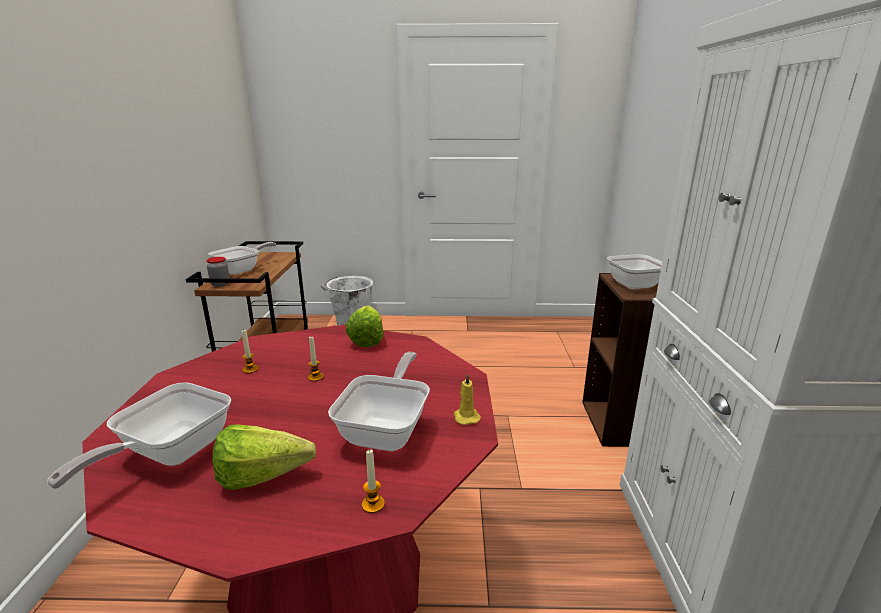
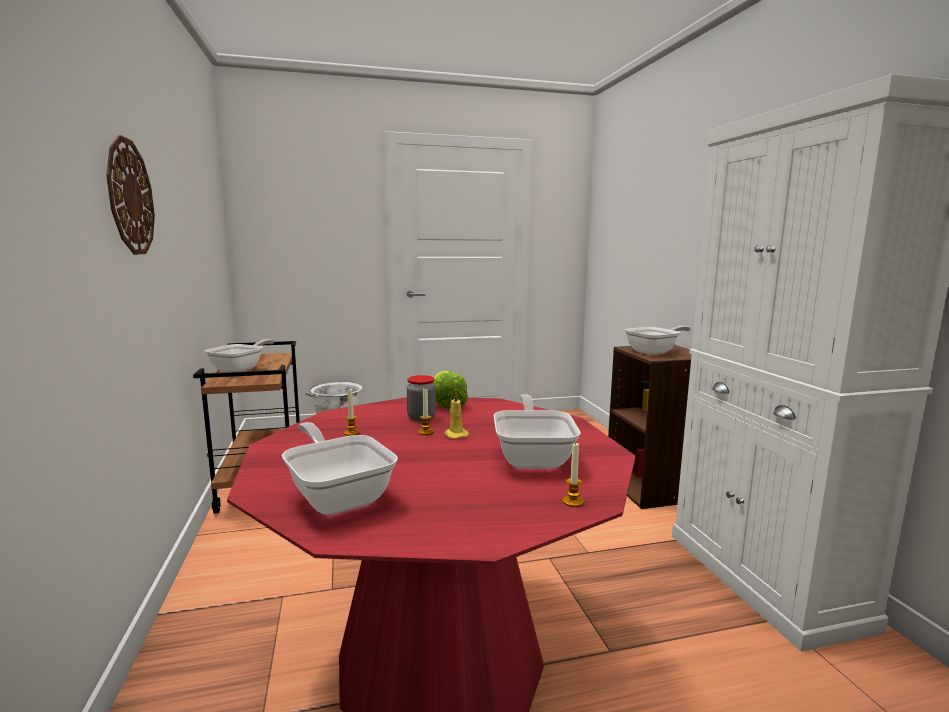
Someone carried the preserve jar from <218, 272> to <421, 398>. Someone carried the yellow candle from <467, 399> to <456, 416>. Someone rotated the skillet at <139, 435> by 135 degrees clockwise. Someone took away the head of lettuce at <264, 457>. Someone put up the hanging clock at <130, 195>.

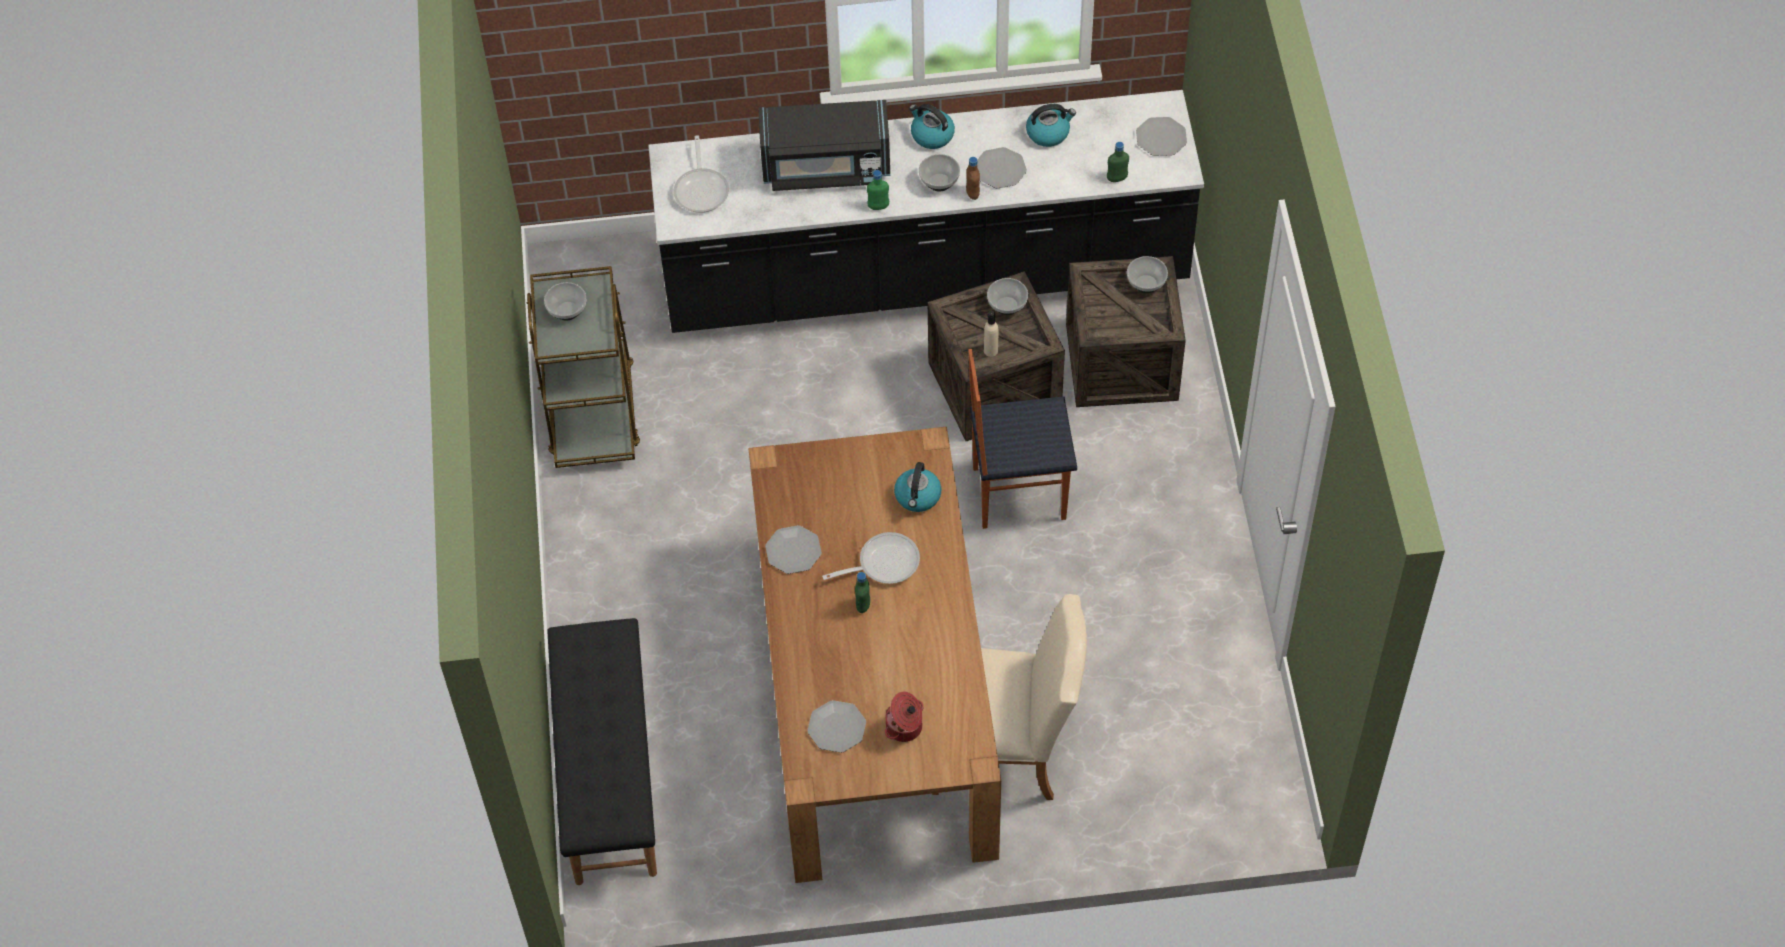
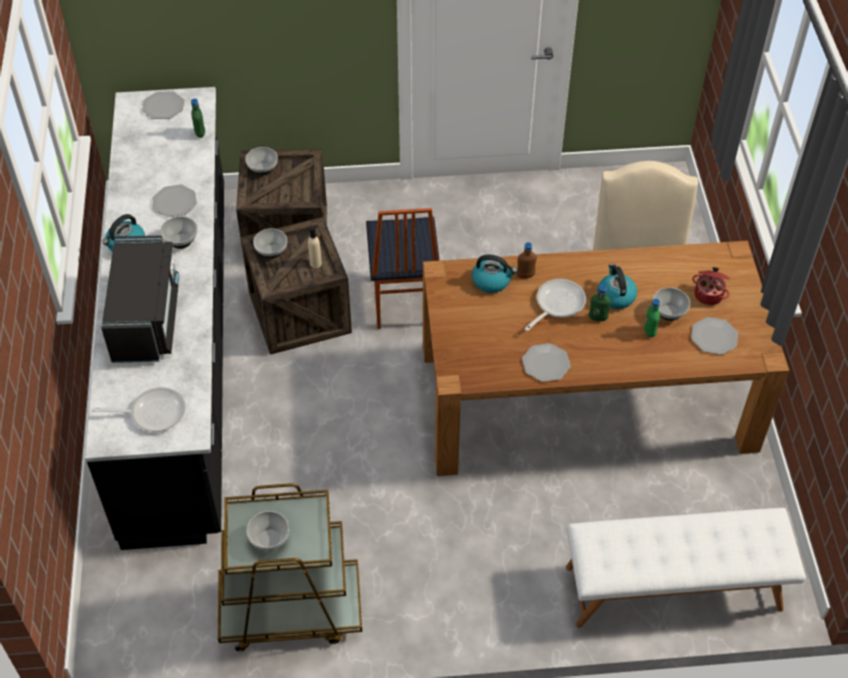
Someone carried the kettle from <1051, 125> to <617, 286>. Someone carried the brownish drink bottle from <973, 178> to <526, 260>. Someone carried the greenish drink bottle from <878, 190> to <652, 318>. Someone rotated the skillet at <871, 558> by 60 degrees clockwise. Someone repainted the blackish long seat at <602, 751>, which became the white long seat at <686, 568>. Someone put down the deep dish at <671, 304>.

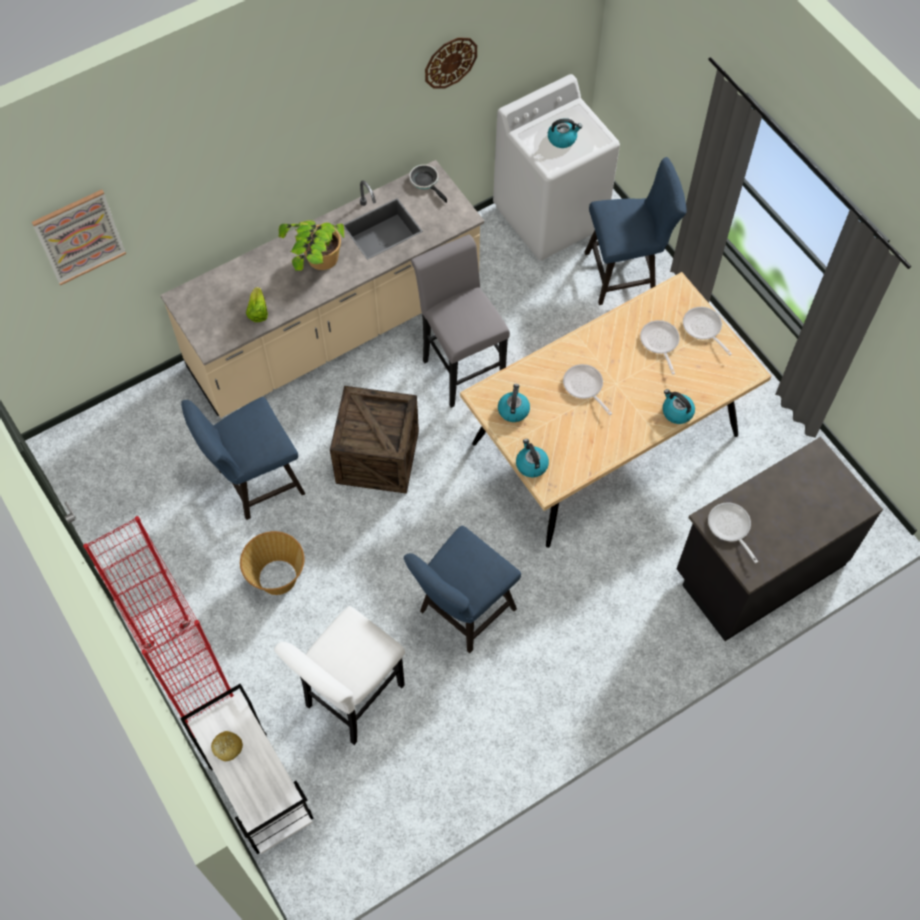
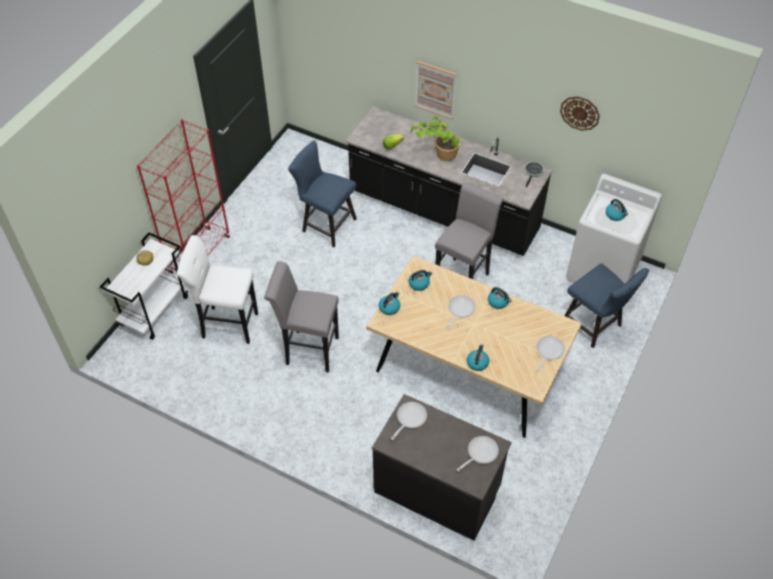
Someone repainted the sand-coloured counter at <322, 289>, which became the blackish counter at <449, 181>. Someone carried the wall picture from <79, 237> to <436, 90>. Someone carried the skillet from <660, 347> to <478, 453>. Someone took away the packing crate at <374, 440>. Someone swapped the blue-coloured upright chair at <462, 589> for the grey stool at <301, 317>. Someone took away the household basket at <272, 563>. Someone put down the kettle at <500, 298>.

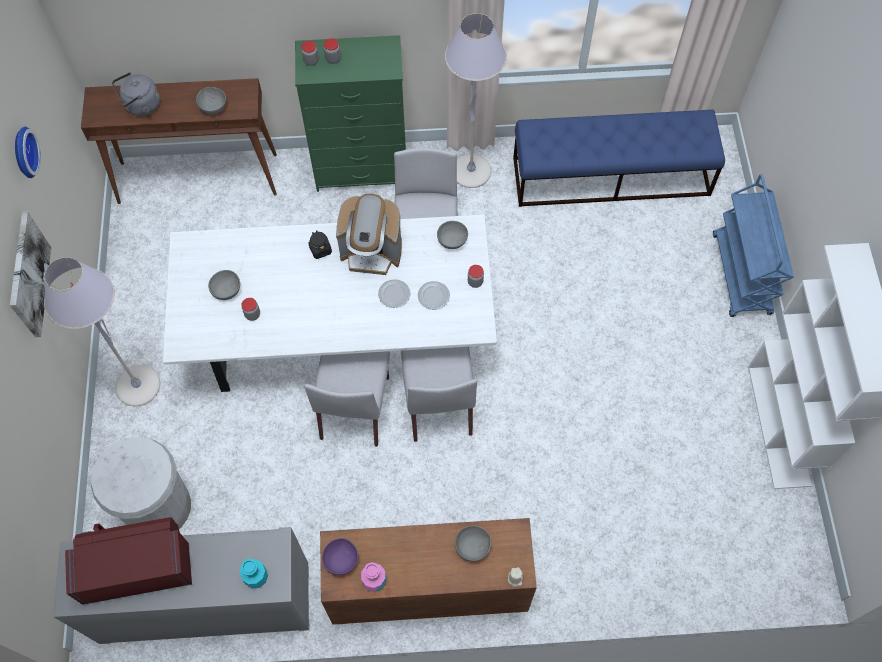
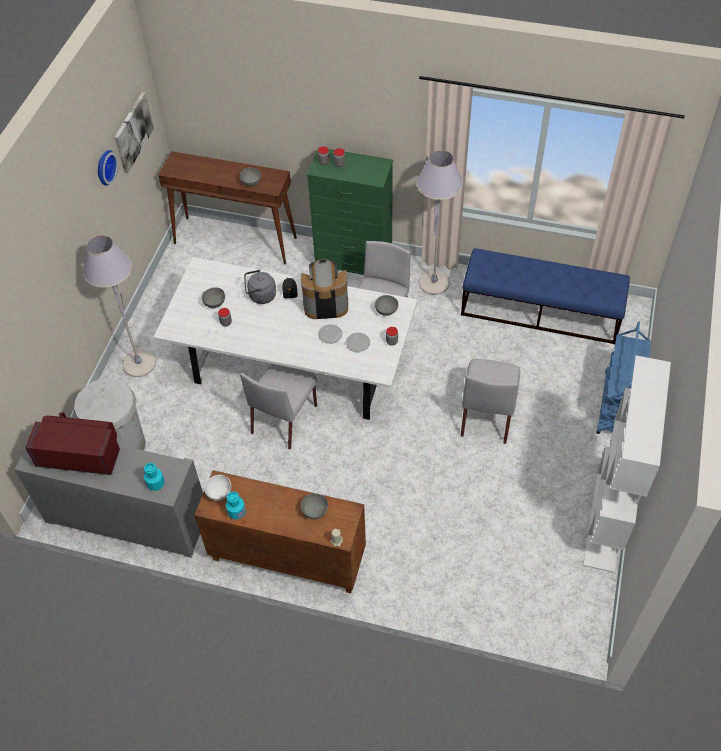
Someone carried the grey kettle from <136, 94> to <260, 287>. Someone rotated the coffee brewer at <369, 234> by 150 degrees clockwise. Someone carried the wall picture from <30, 274> to <134, 132>. Someone carried the grey upright chair from <439, 394> to <490, 401>. Someone repainted the purplish deep dish at <340, 556>, which became the white deep dish at <217, 488>. Someone repainted the pink-coloured drink bottle at <373, 577>, which became the blue-green drink bottle at <235, 505>.

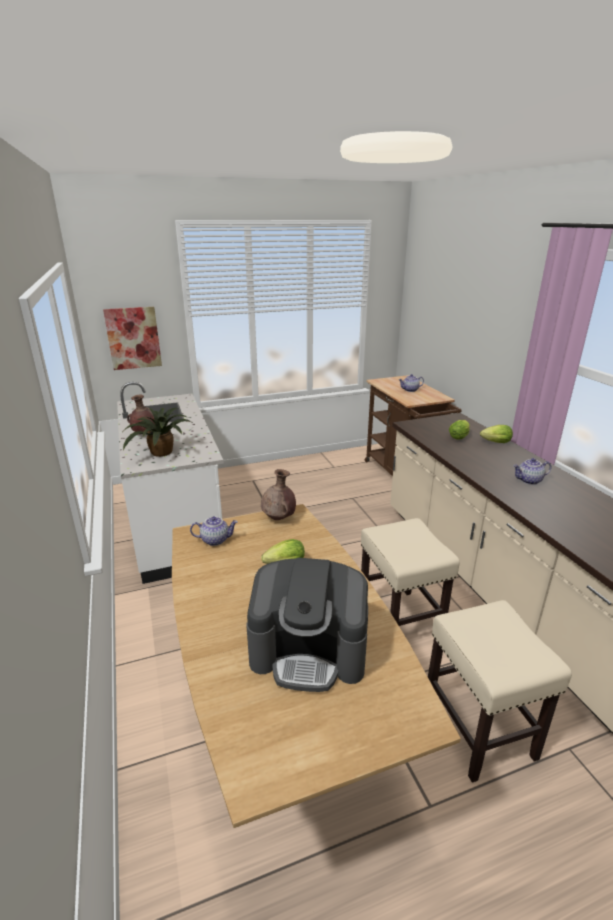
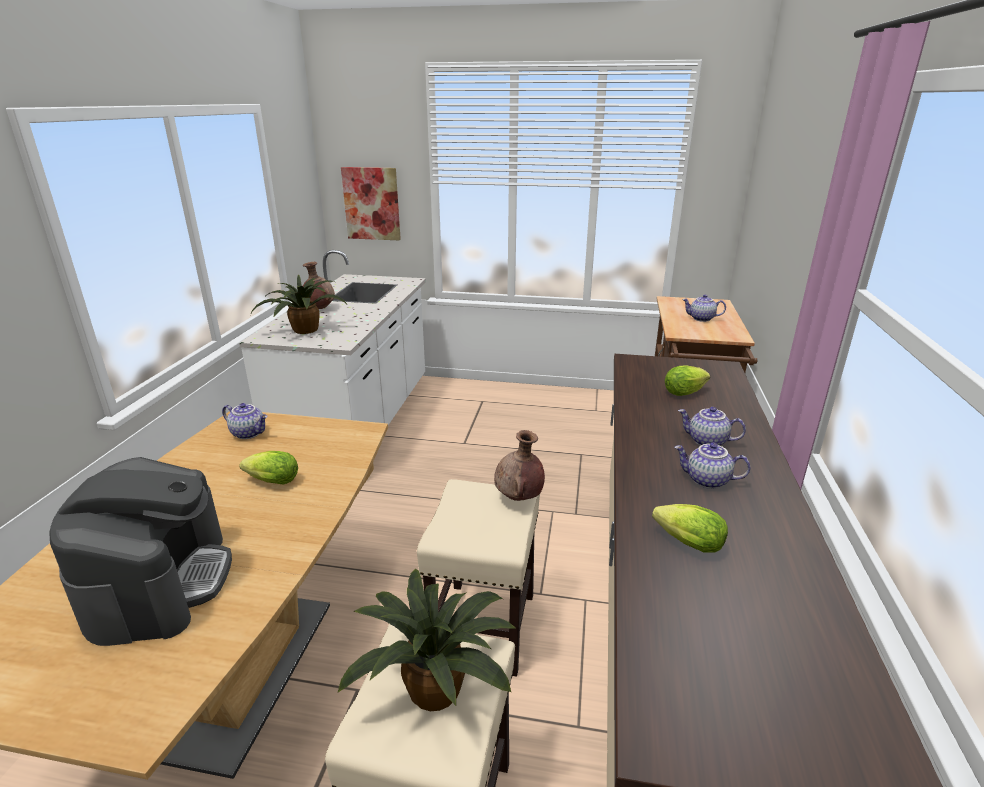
Someone carried the head of lettuce from <496, 434> to <690, 528>. Someone carried the brownish flower vase from <278, 494> to <519, 465>. Someone rotated the coffee brewer at <307, 625> by 135 degrees counterclockwise. Someone put down the pot for tea at <712, 426>. Someone put down the plant in a pot at <427, 640>.

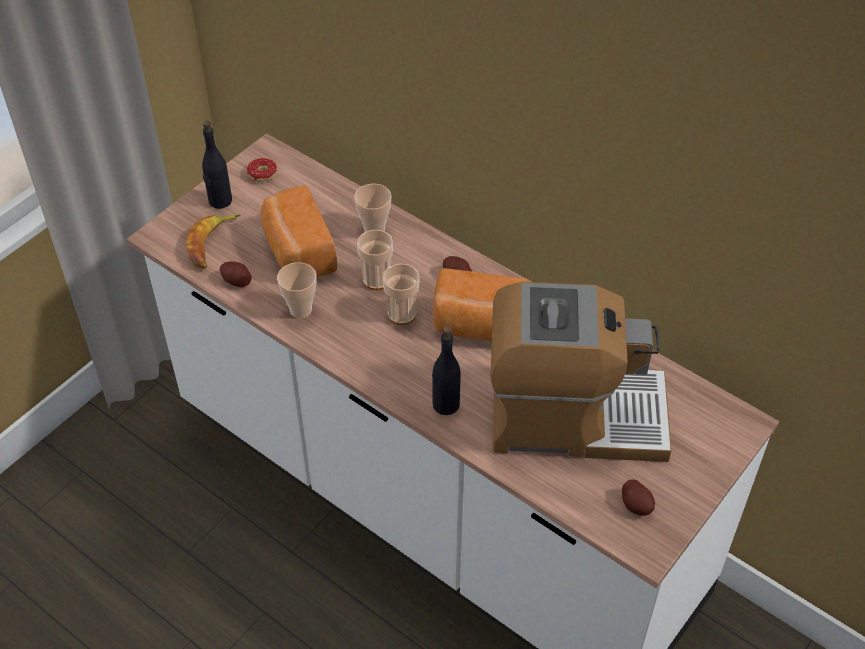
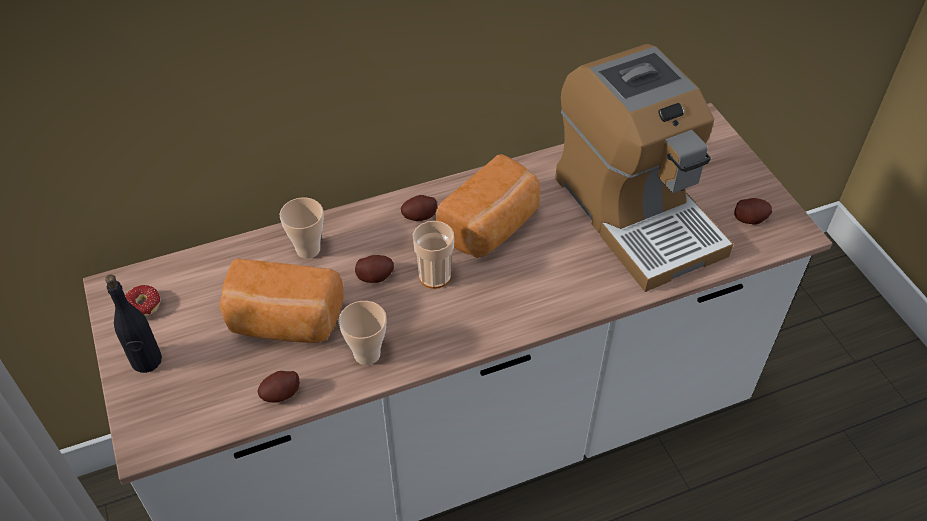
Someone took away the banana at <213, 241>. Someone swapped the cup at <375, 260> for the potato at <374, 269>. Someone rotated the coffee brewer at <581, 372> by 120 degrees clockwise. Someone took away the blackish drink bottle at <446, 371>.

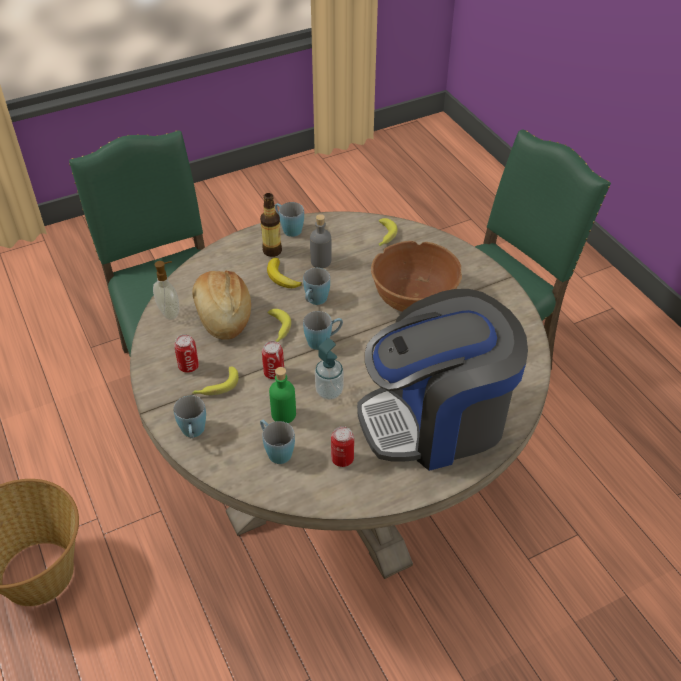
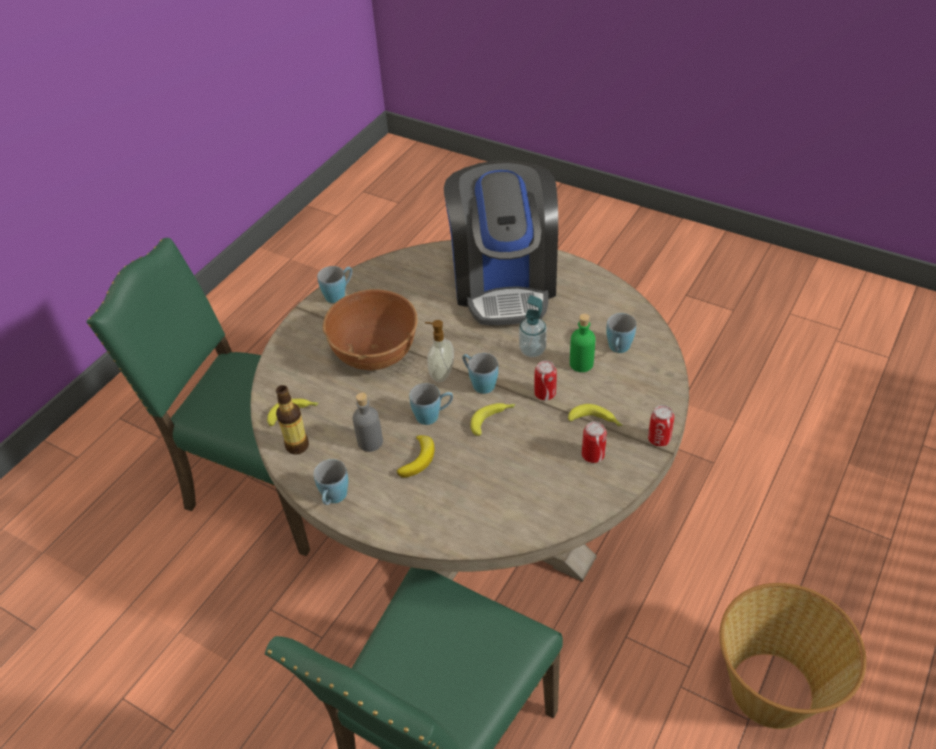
Someone carried the drink bottle from <271, 225> to <292, 420>. Someone carried the liquid soap bottle from <166, 290> to <439, 351>. Someone took away the bakery bread at <221, 305>. Someone rotated the coffee brewer at <442, 380> by 45 degrees clockwise. Someone carried the blue-coloured coffee mug from <189, 416> to <334, 284>. Someone carried the metal can from <342, 446> to <661, 425>.

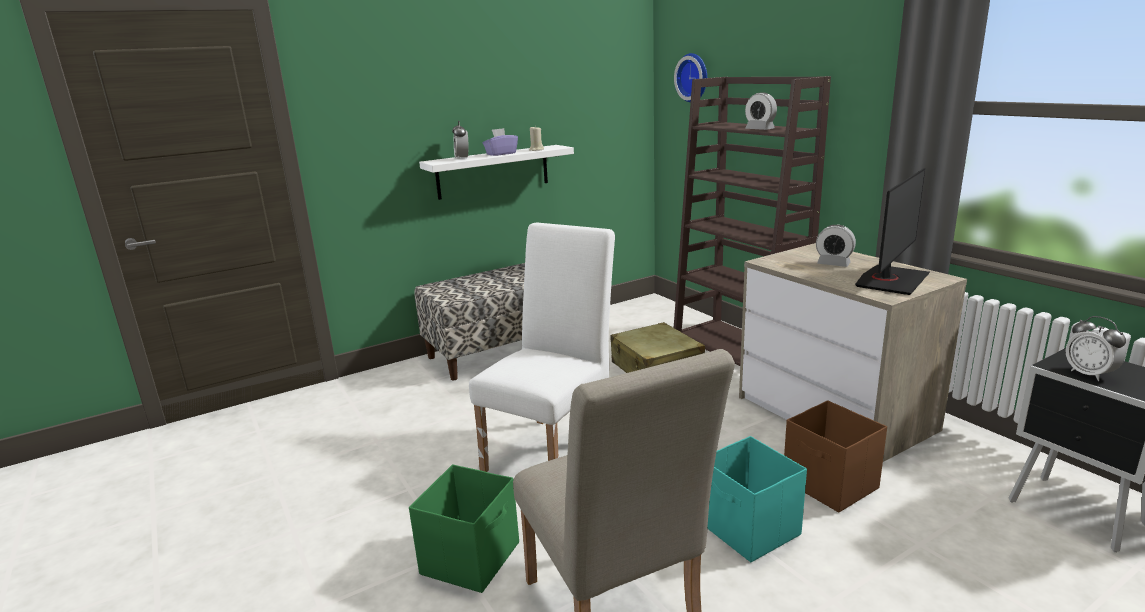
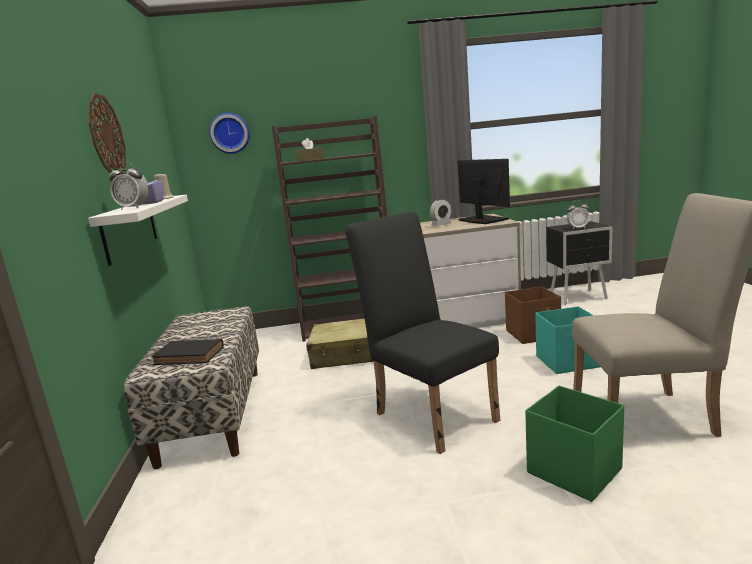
Someone took away the alarm clock at <761, 111>. Someone repainted the white upright chair at <542, 347>, which became the blackish upright chair at <422, 333>. Someone put up the hanging clock at <107, 133>. Someone put down the brownish box of tissues at <309, 149>. Someone put down the blackish book at <187, 352>.

